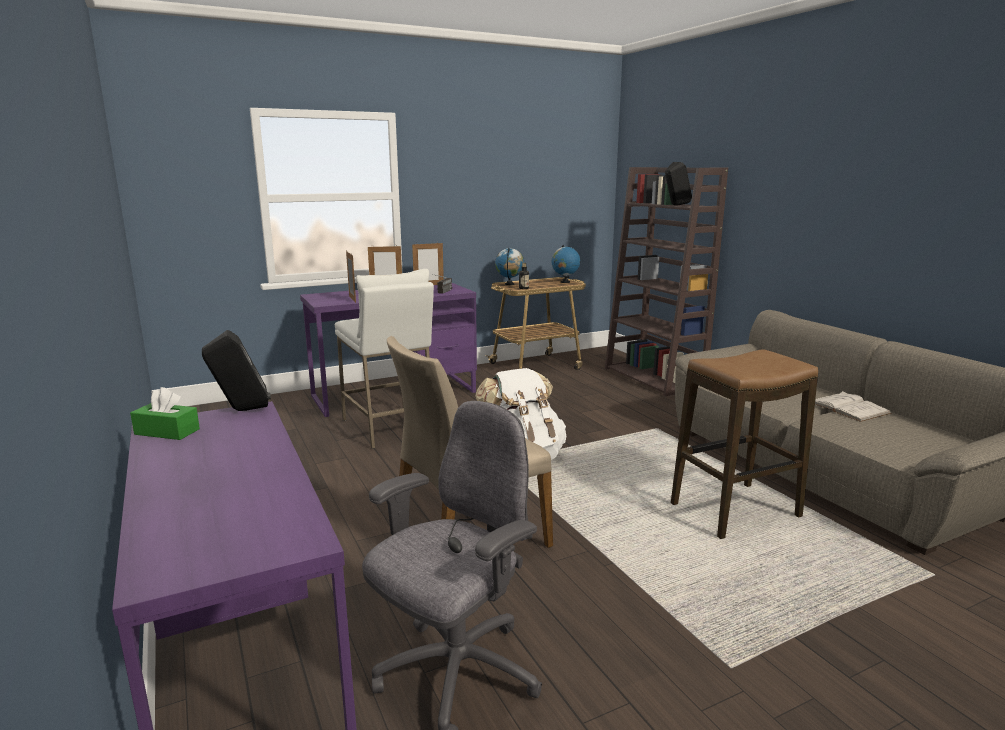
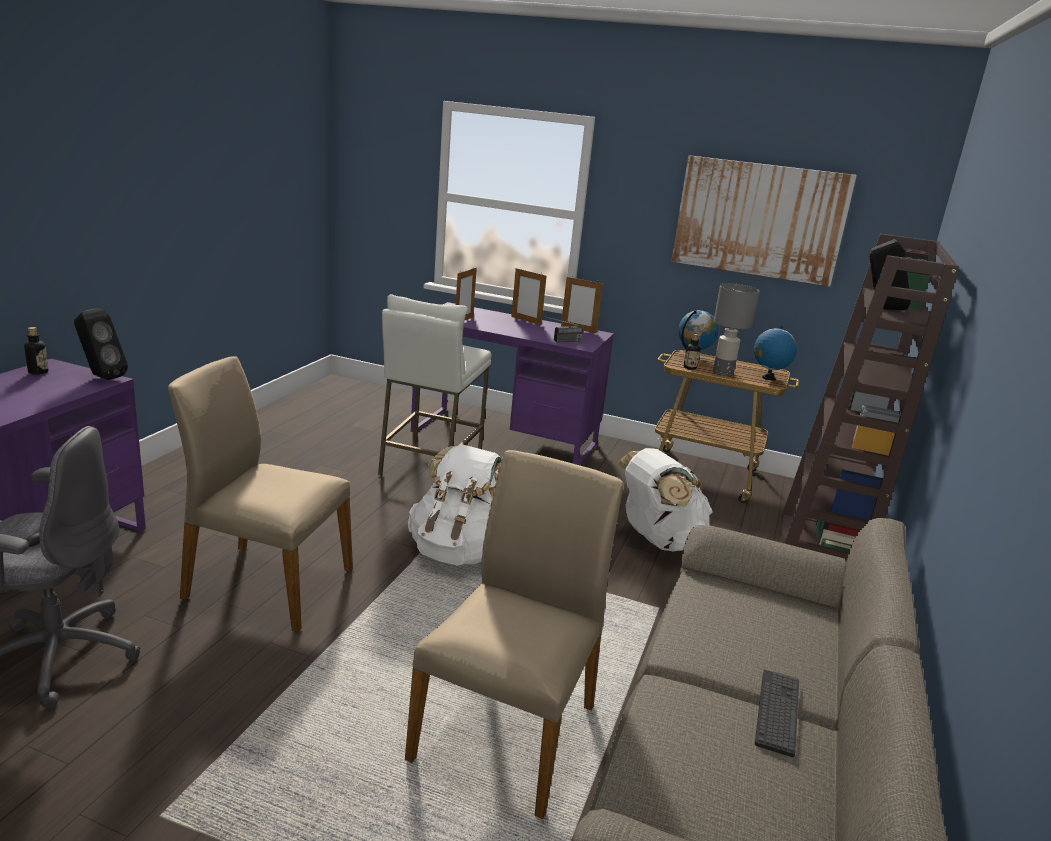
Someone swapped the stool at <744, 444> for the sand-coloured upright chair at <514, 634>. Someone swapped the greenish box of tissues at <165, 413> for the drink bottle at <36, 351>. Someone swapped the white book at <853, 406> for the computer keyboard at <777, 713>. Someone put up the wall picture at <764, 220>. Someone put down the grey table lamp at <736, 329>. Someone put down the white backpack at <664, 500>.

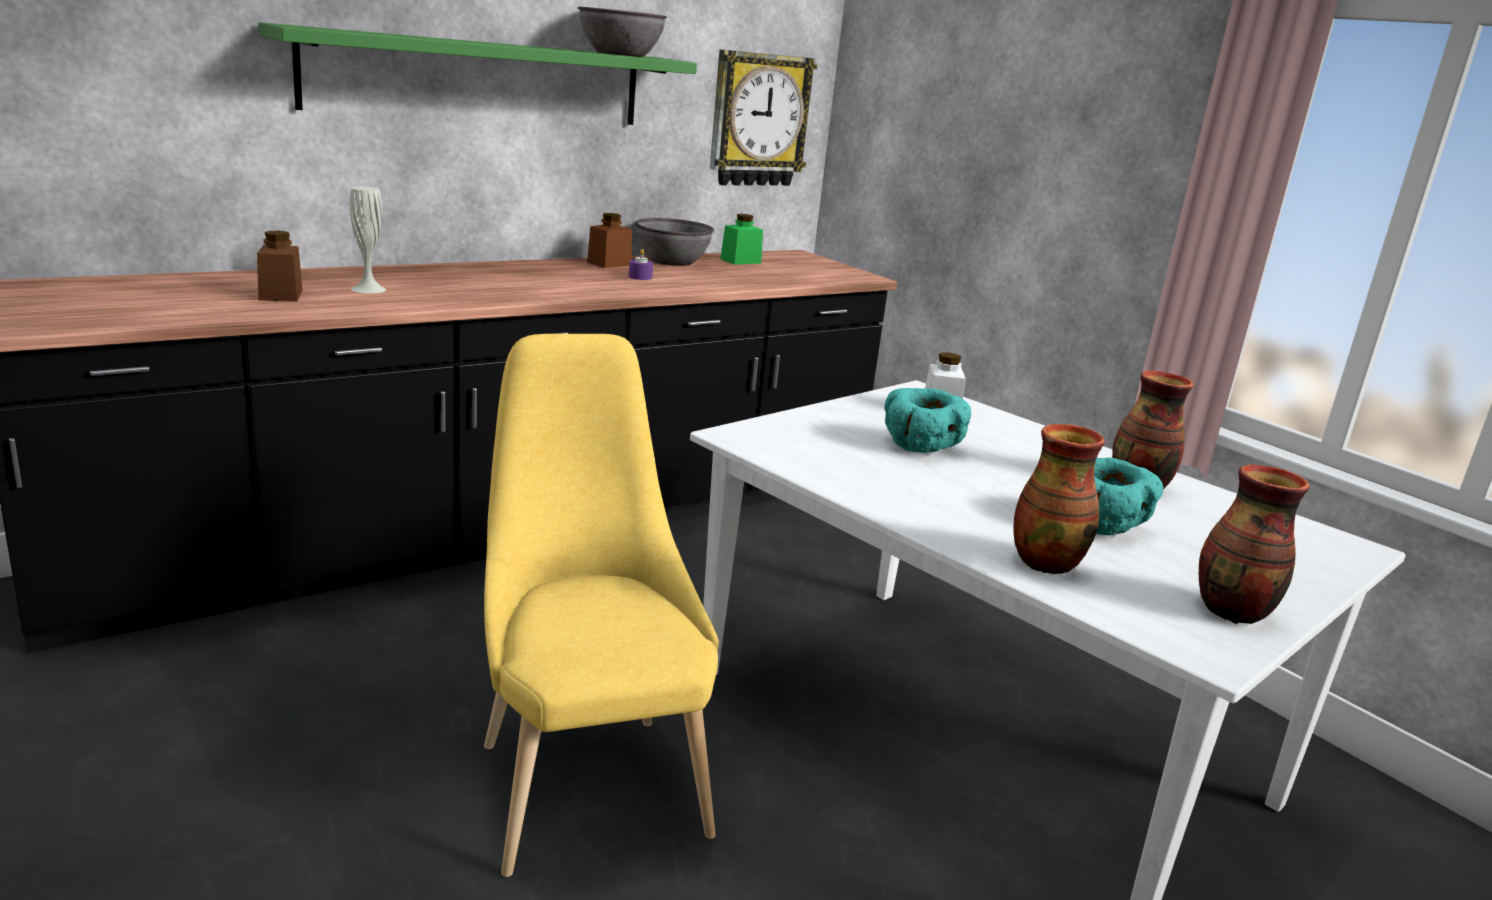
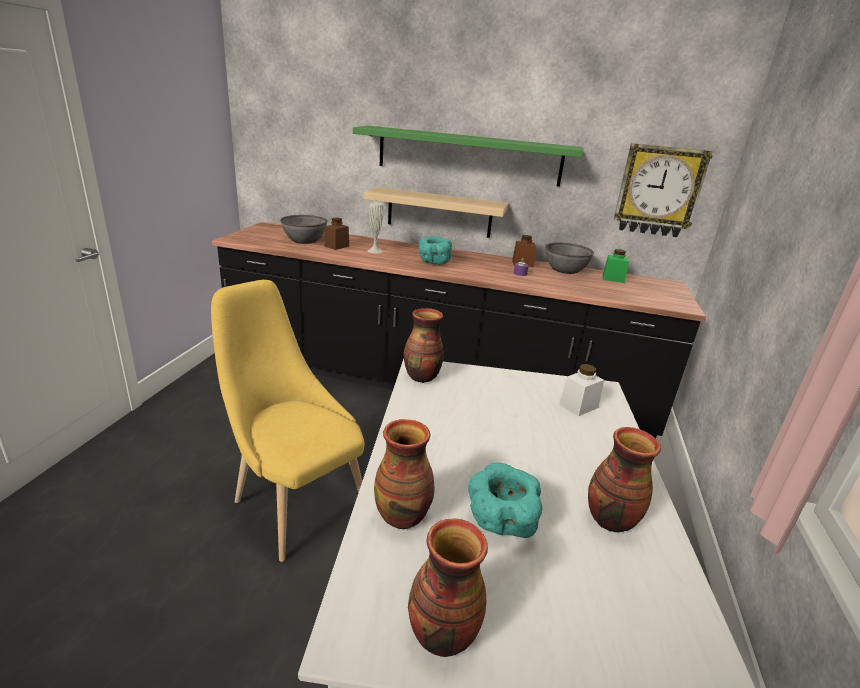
Someone carried the grey deep dish from <622, 32> to <303, 229>. Someone rotated the yellow upright chair at <601, 605> by 75 degrees counterclockwise. Someone carried the blue-green deep dish from <927, 420> to <435, 250>. Someone put up the sand-coloured shelf at <436, 212>. Someone put down the flower vase at <424, 345>.

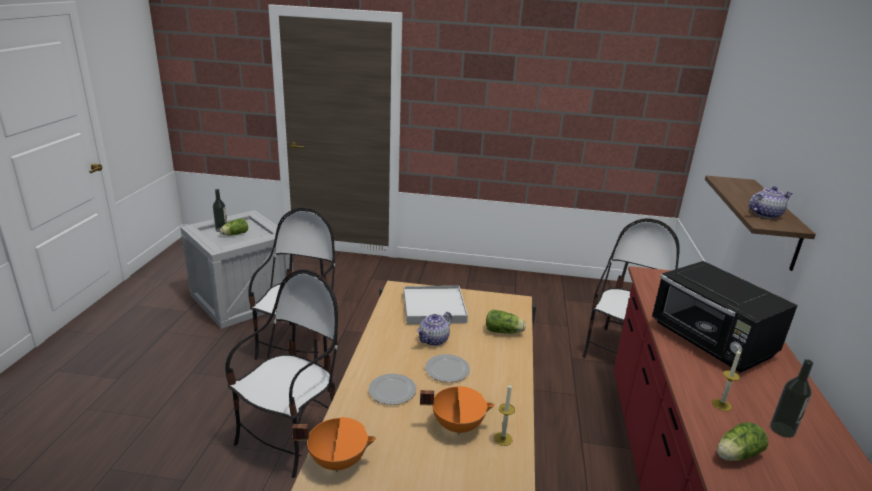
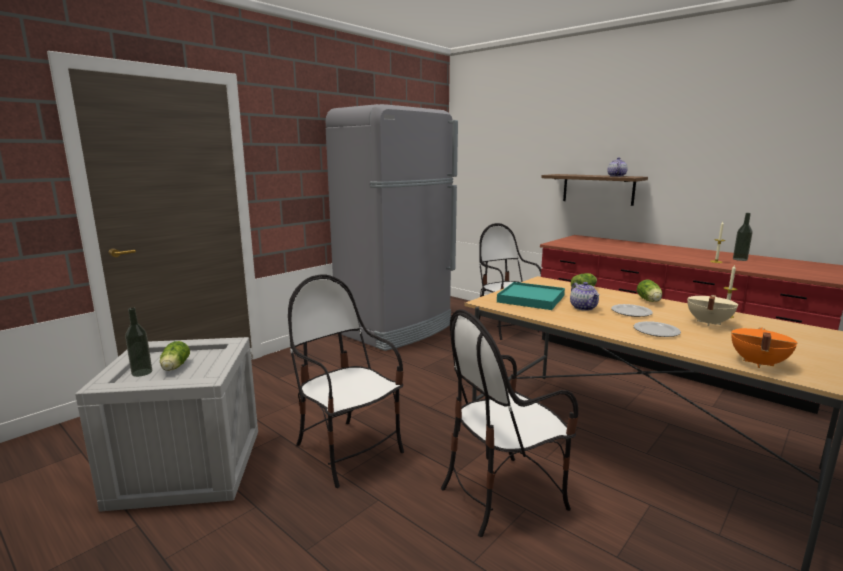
Someone took away the blackish microwave at <725, 317>. Someone rotated the upright chair at <281, 373> by 90 degrees counterclockwise. Someone repainted the white serving tray at <436, 305>, which became the blue-green serving tray at <531, 296>. Someone repainted the orange-coloured cooking pot at <457, 410>, which became the sand-coloured cooking pot at <712, 310>. Someone carried the head of lettuce from <742, 441> to <649, 291>. Someone put down the grey refrigerator at <392, 227>.

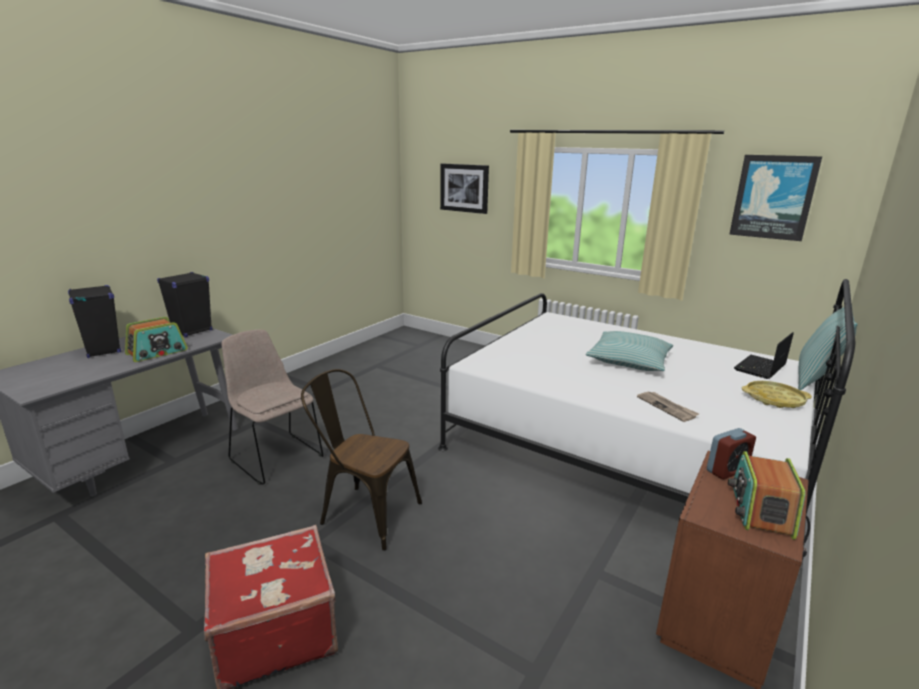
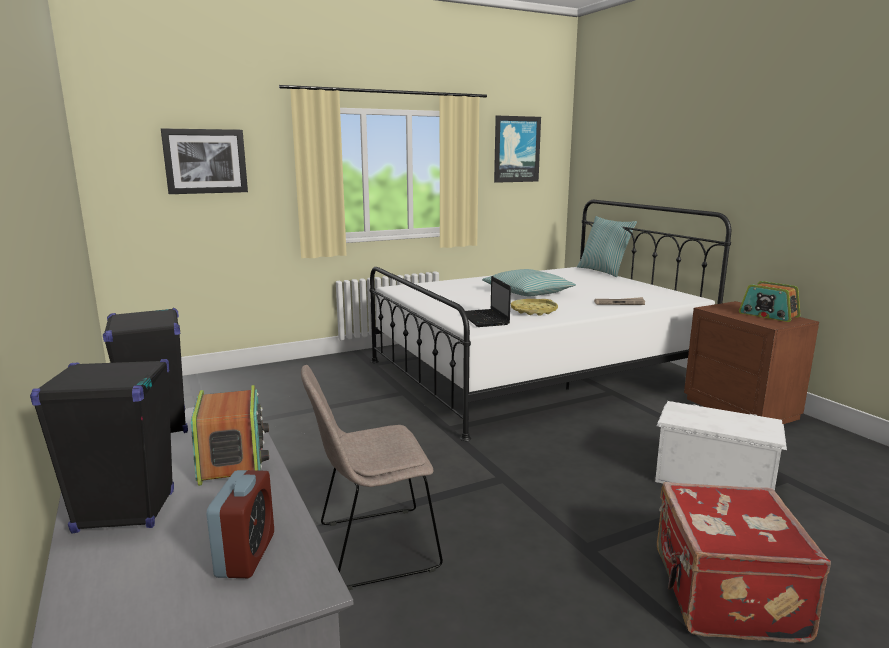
Someone carried the laptop from <764, 355> to <488, 301>. Someone took away the brownish upright chair at <361, 460>. Someone carried the yellow serving tray from <777, 394> to <534, 307>. Someone carried the alarm clock from <731, 453> to <240, 524>. Someone put down the white storage box at <721, 446>.

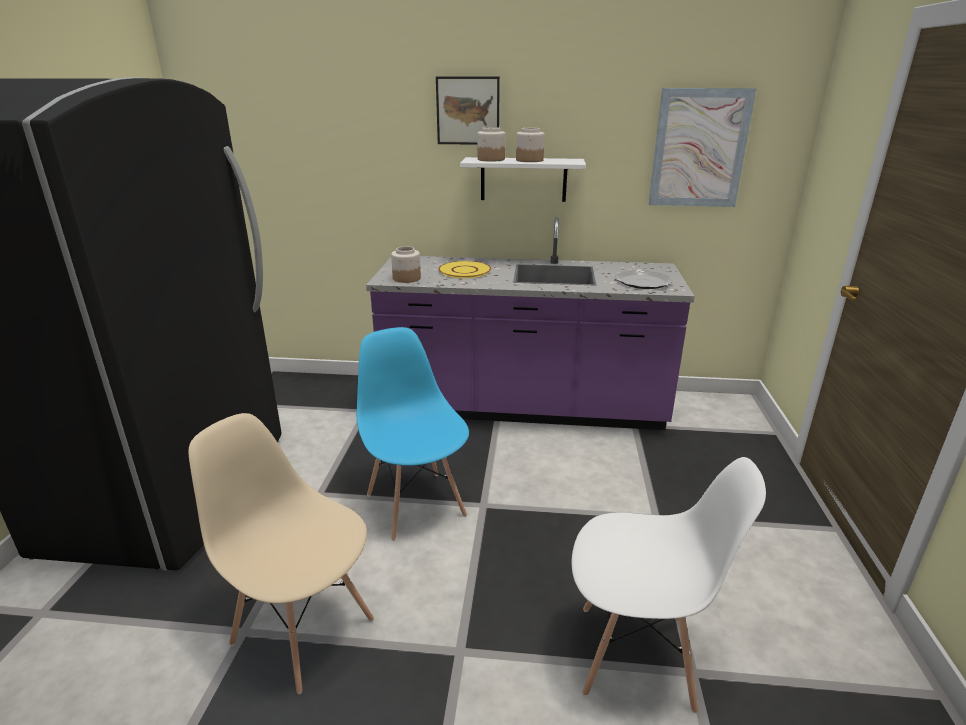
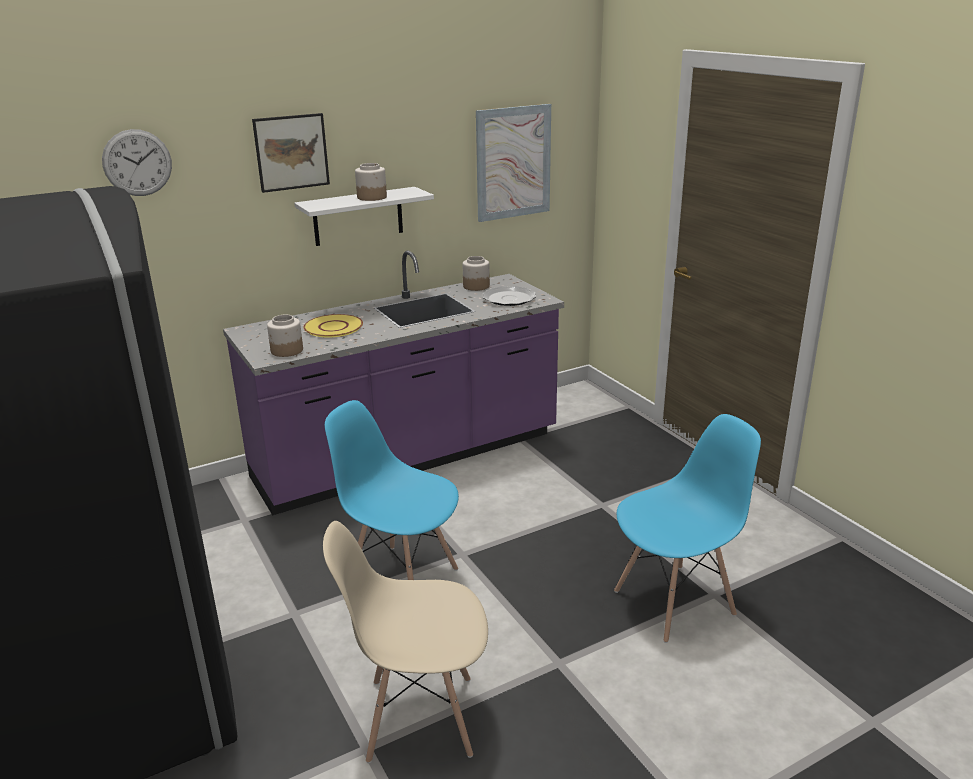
Someone carried the preserve jar from <491, 144> to <476, 273>. Someone repainted the white upright chair at <669, 585>, which became the blue-coloured upright chair at <687, 528>. Someone put up the hanging clock at <137, 162>.

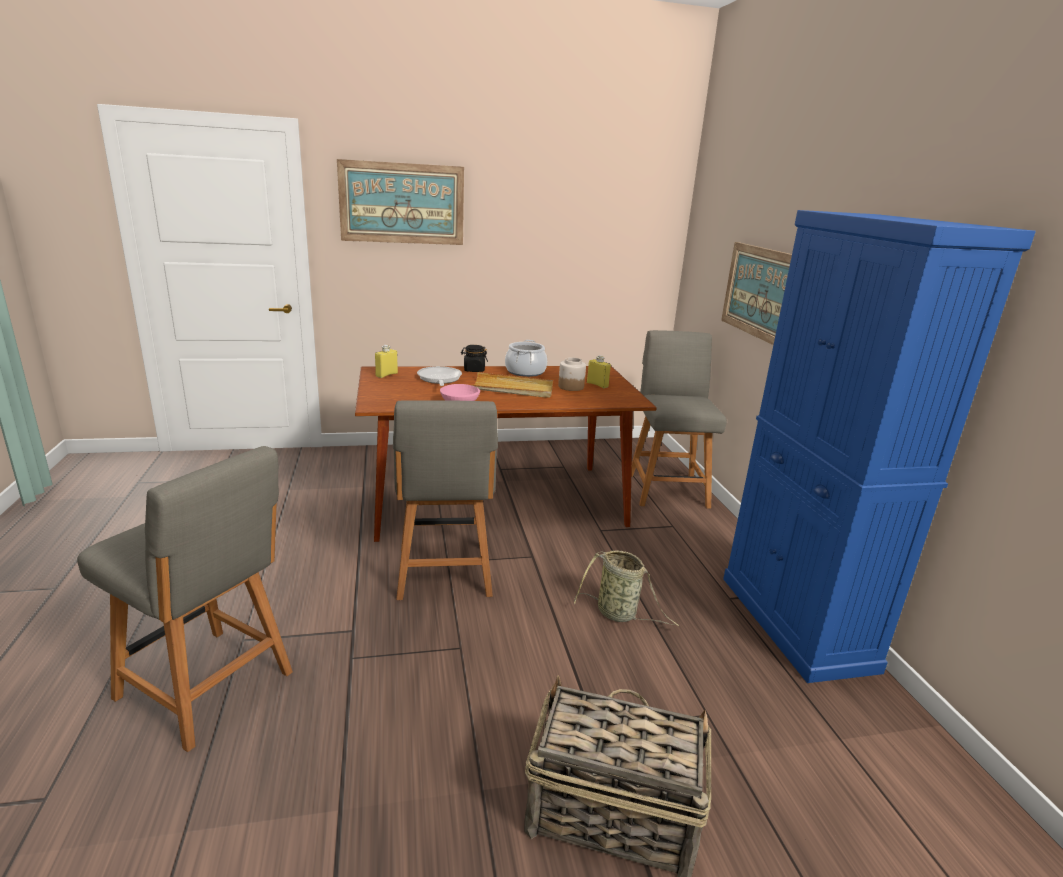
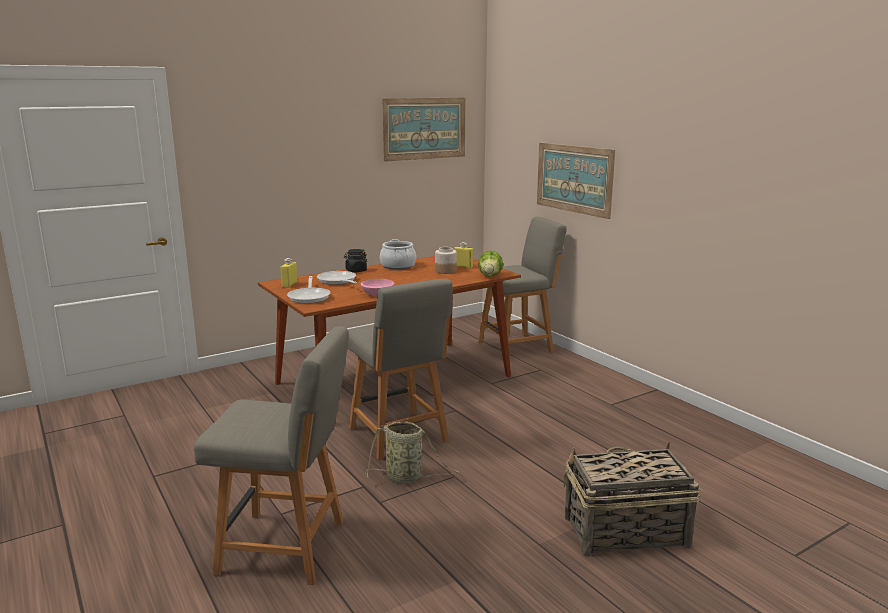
Someone carried the wall picture from <400, 202> to <423, 130>. Someone took away the blue-coloured cupboard at <879, 446>. Someone rotated the grey upright chair at <679, 419> by 90 degrees clockwise. Someone took away the sand-coloured serving tray at <512, 385>. Someone carried the household basket from <626, 588> to <412, 452>. Someone put down the head of lettuce at <490, 264>. Someone put down the skillet at <308, 290>.

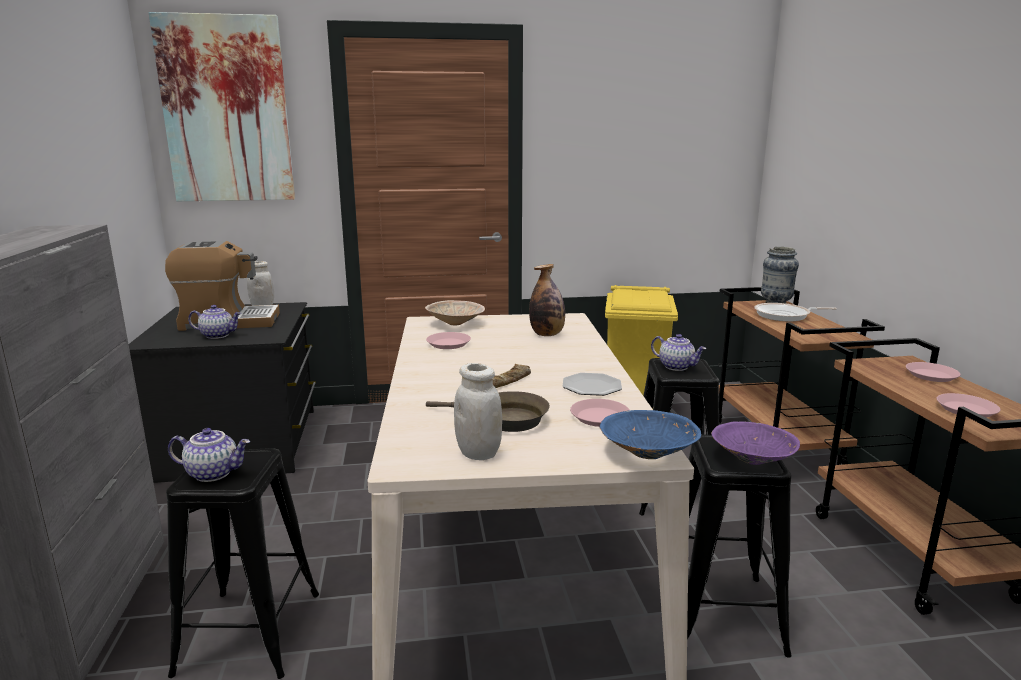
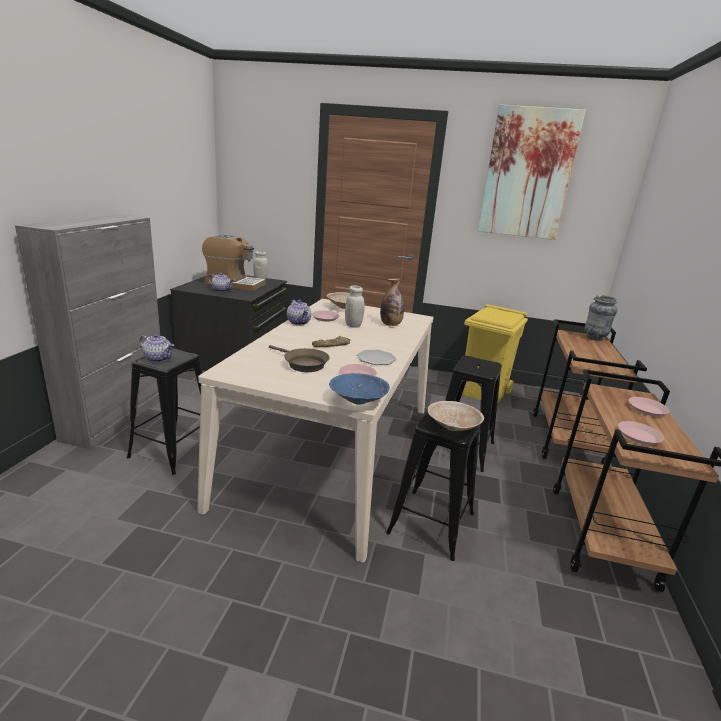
Someone carried the wall picture from <222, 106> to <532, 172>. Someone took away the skillet at <796, 312>. Someone carried the pot for tea from <678, 352> to <299, 312>. Someone carried the white preserve jar from <478, 411> to <355, 306>. Someone repainted the purplish deep dish at <755, 443>, which became the sand-coloured deep dish at <456, 416>.

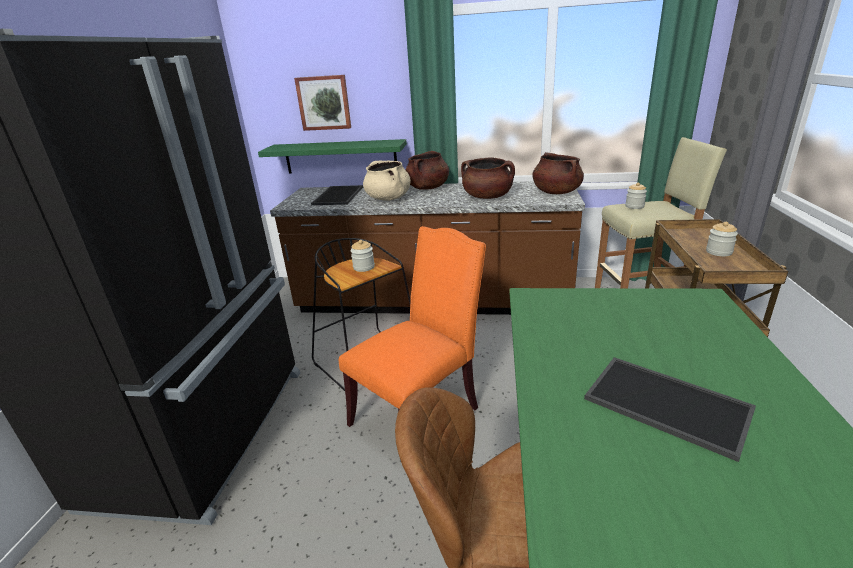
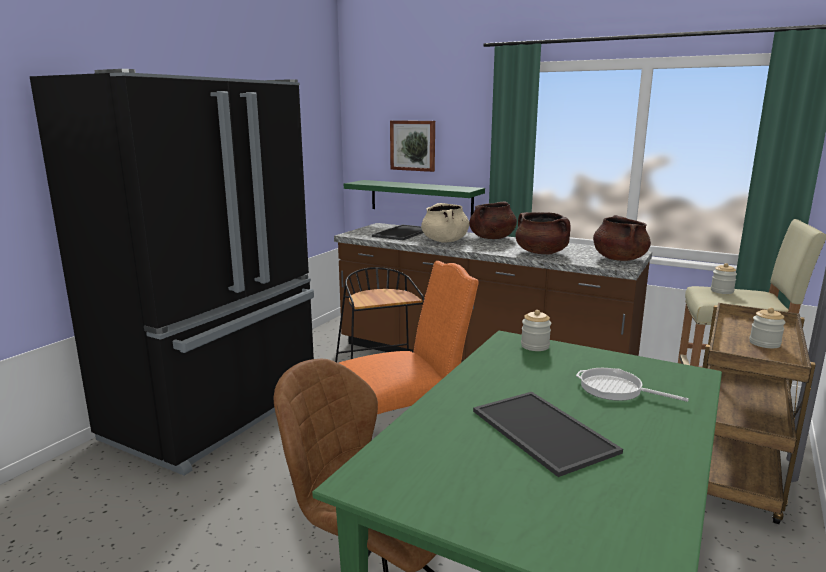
Someone carried the preserve jar from <363, 256> to <536, 330>. Someone put down the skillet at <632, 385>.

